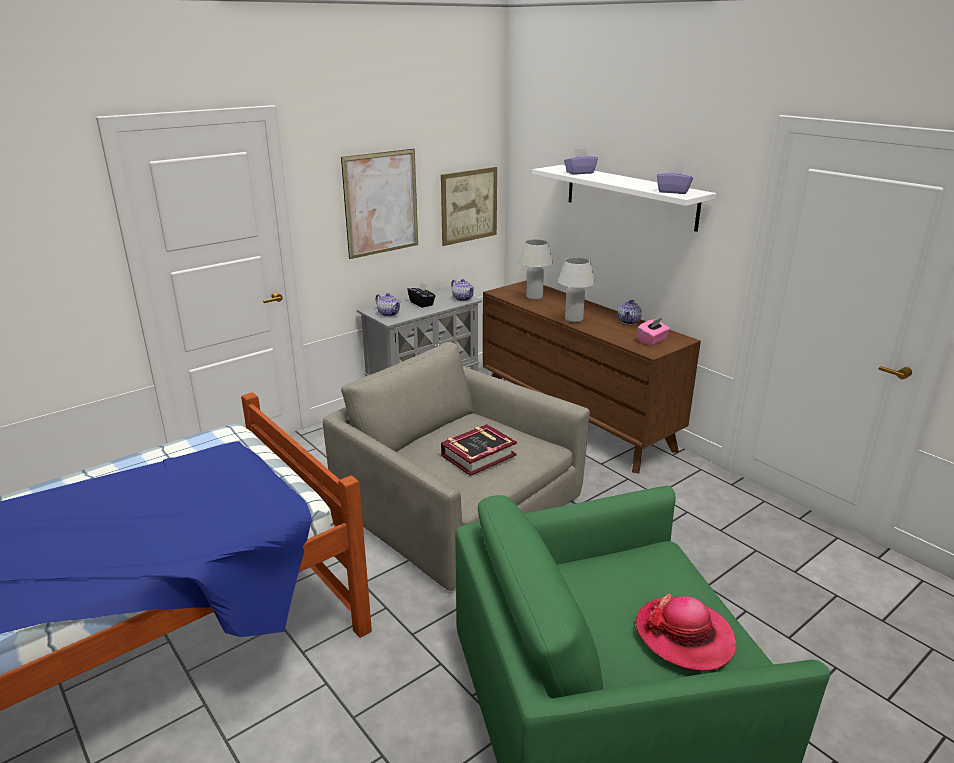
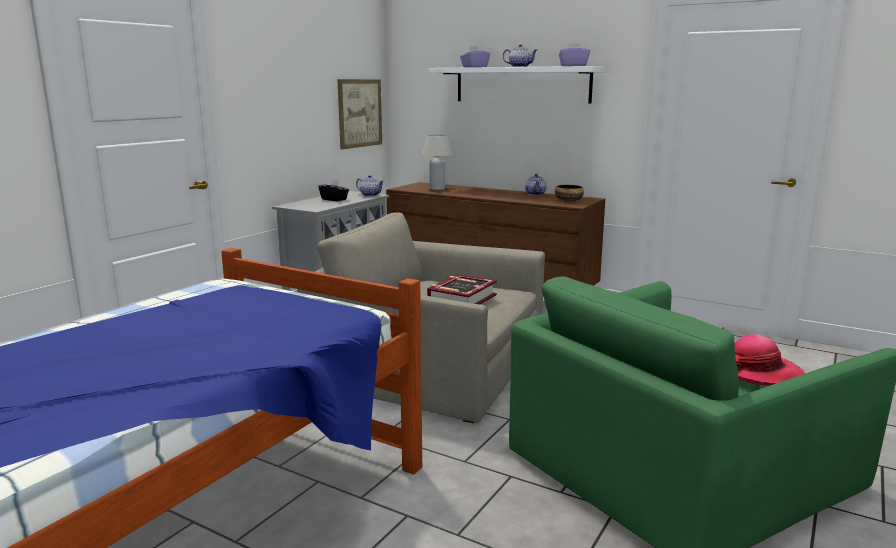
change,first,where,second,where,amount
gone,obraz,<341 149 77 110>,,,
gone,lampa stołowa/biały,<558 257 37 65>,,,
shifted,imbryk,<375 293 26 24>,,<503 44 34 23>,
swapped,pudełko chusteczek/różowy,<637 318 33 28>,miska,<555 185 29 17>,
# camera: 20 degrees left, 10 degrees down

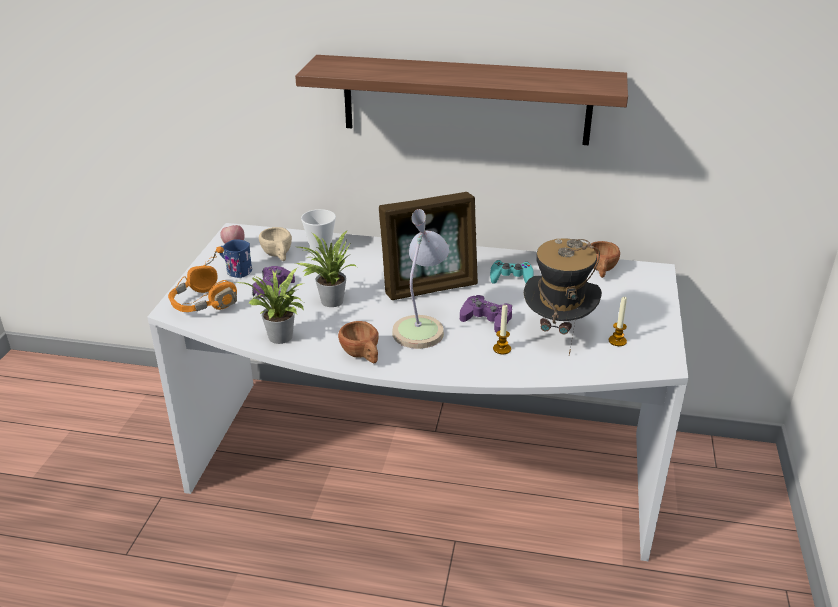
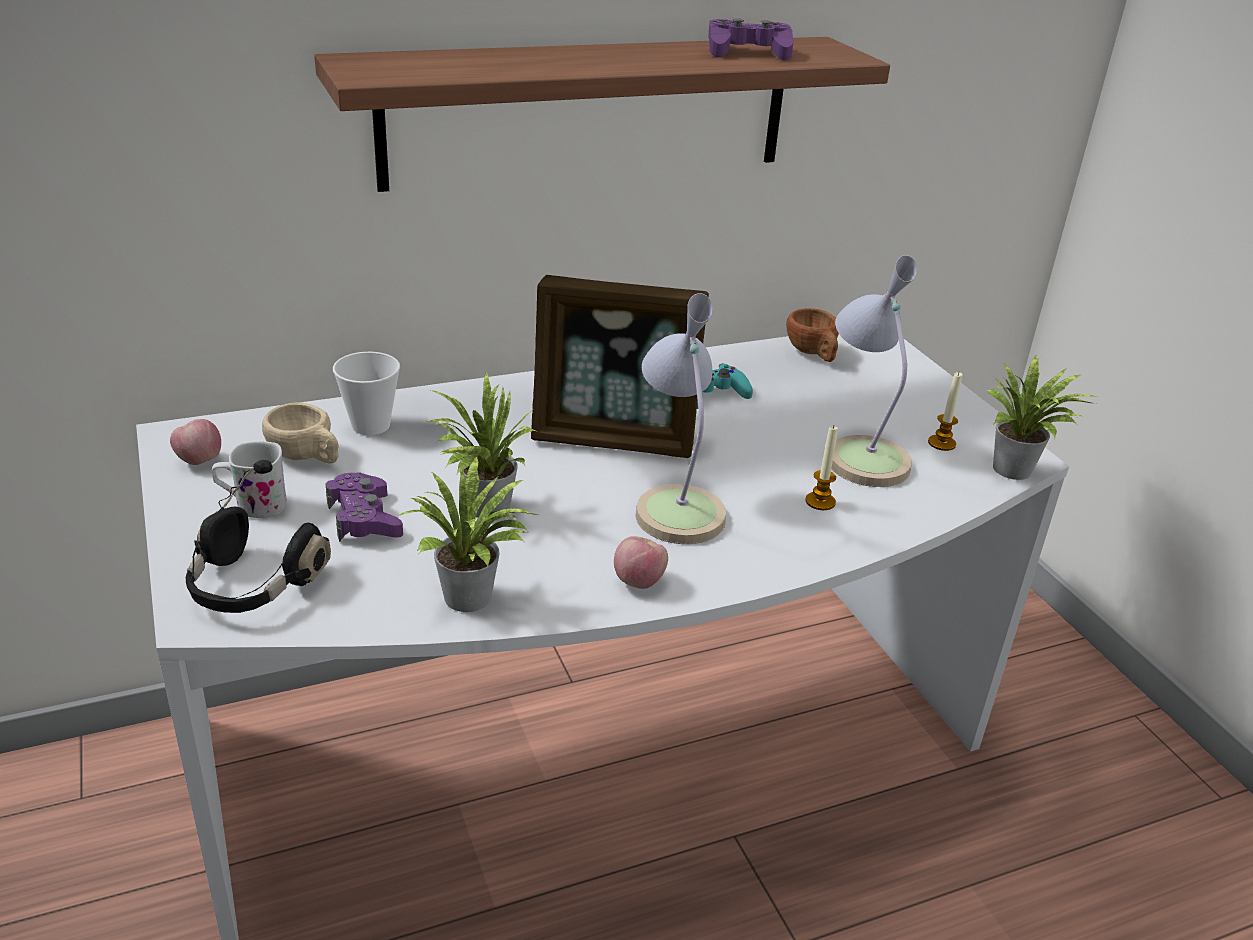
change,first,where,second,where,amount
new,,,roślina doniczkowa,<986 355 111 125>,
shifted,pad do gier/fioletowy,<460 295 52 38>,,<708 18 86 43>,
swapped,filiżanka/brązowy,<338 321 41 42>,jabłko,<614 536 54 53>,
swapped,kapelusz,<524 238 78 117>,lampa stołowa,<831 255 86 232>,
repainted,słuchawki/pomarańczowy,<168 246 69 66>,słuchawki/czarny,<186 460 145 153>,
repainted,kubek/niebieski,<219 239 33 39>,kubek/biały,<212 441 75 77>,
rotated,ramka na zdjęcie,<379 192 99 108>,,<531 275 178 183>,60 degrees clockwise
# camera: 35 degrees left, 0 degrees up

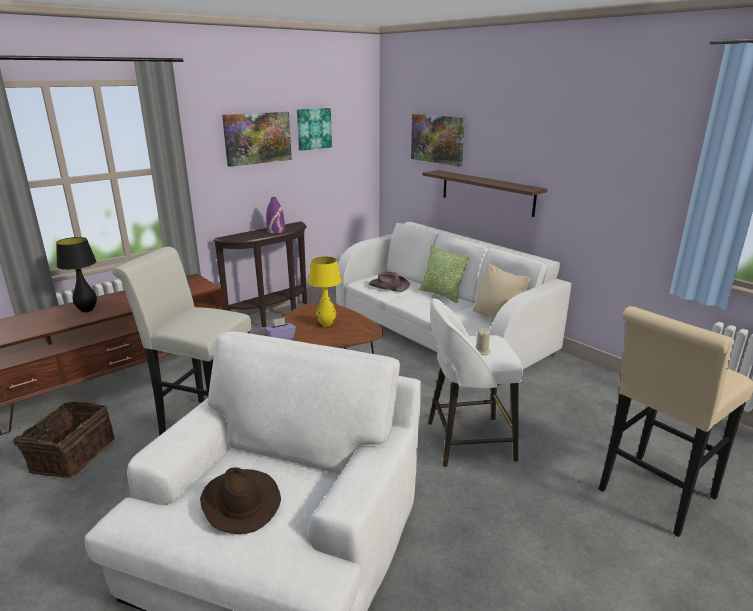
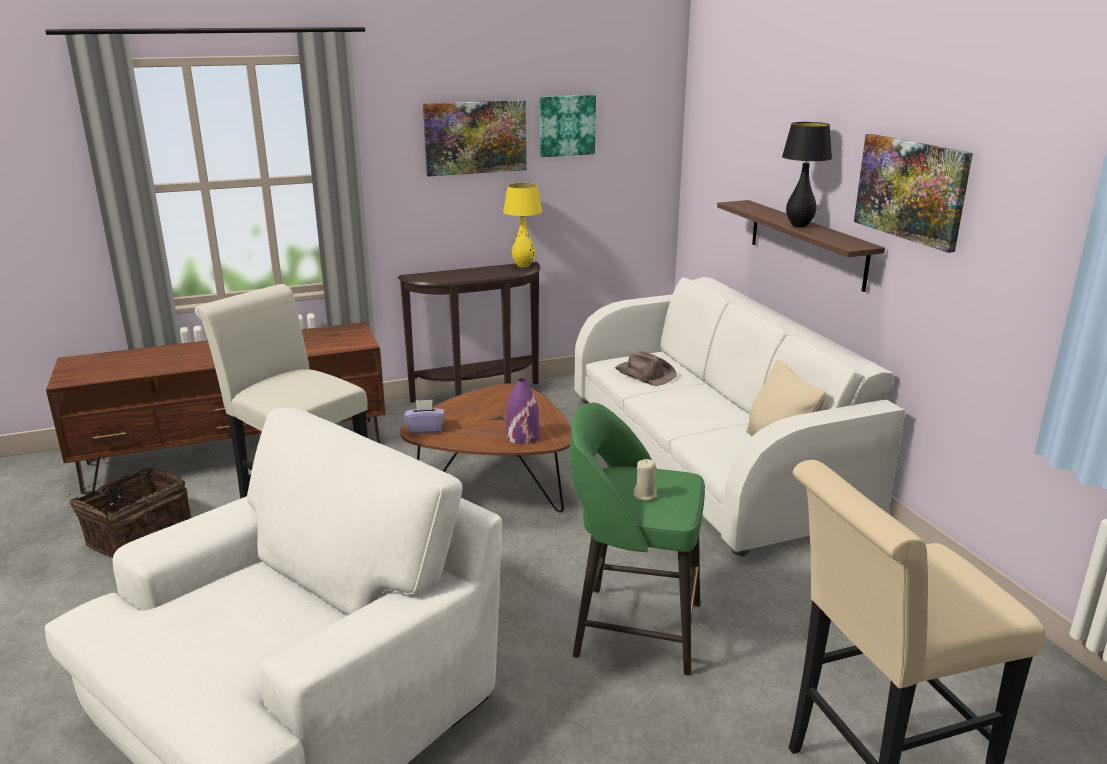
change,first,where,second,where,amount
gone,kapelusz/brązowy,<200 467 81 67>,,,
gone,poduszka,<419 245 51 58>,,,
shifted,lampa stołowa/czarny,<56 237 41 75>,,<782 122 50 106>,
shifted,wazon/fioletowy,<266 197 19 36>,,<506 378 33 66>,
shifted,lampa stołowa/żółty,<308 256 34 71>,,<503 183 39 85>,
shifted,obraz,<411 114 54 52>,,<854 134 119 119>,
repainted,stołek/biały,<428 298 95 169>,stołek/zielony,<570 403 135 273>,
# camera: 20 degrees right, 0 degrees up

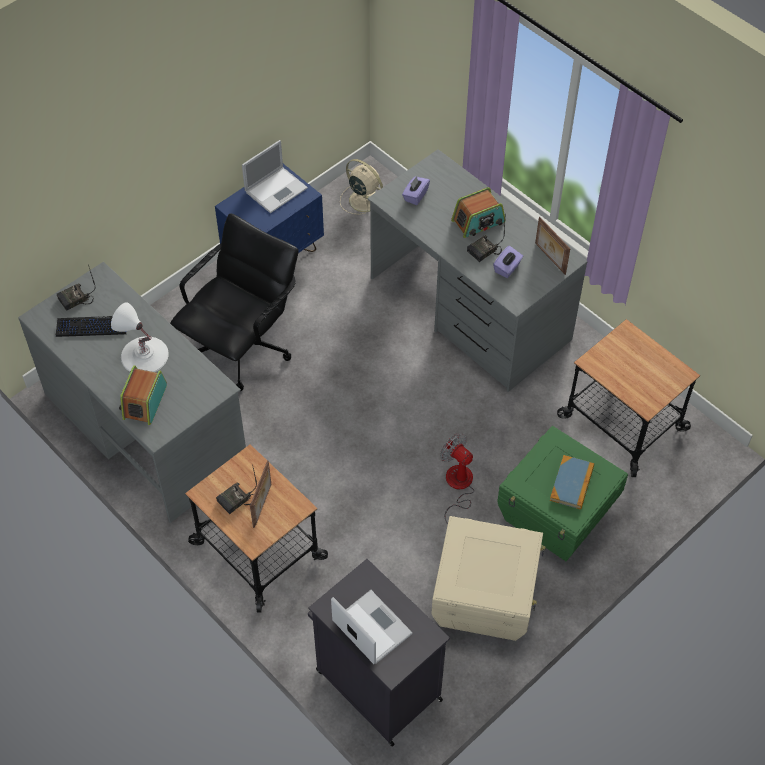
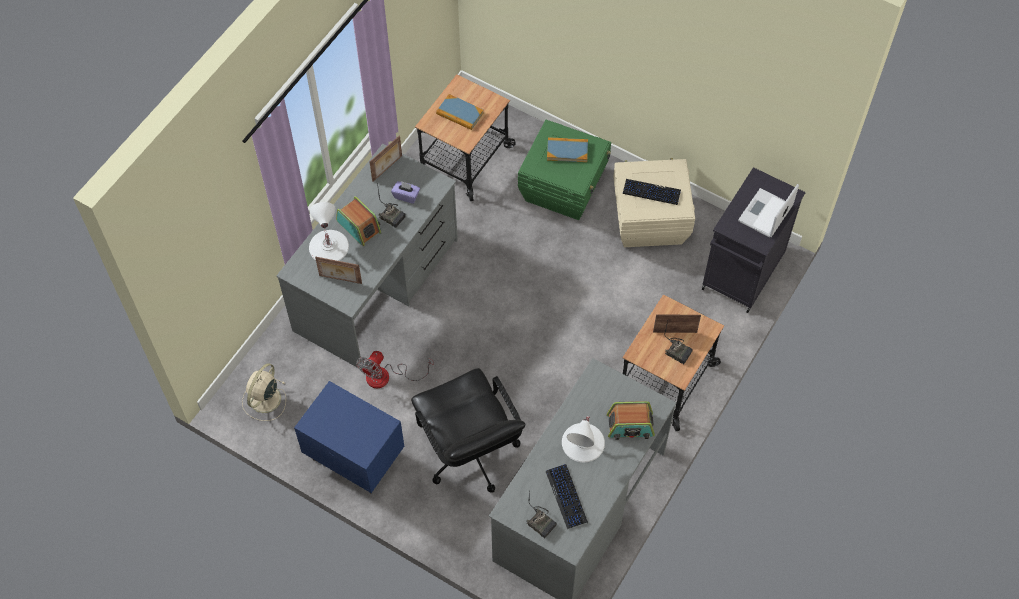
change,first,where,second,where,amount
gone,laptop,<242 140 66 73>,,,
new,,,lampa stołowa/biały,<309 202 40 59>,
new,,,książka,<436 94 48 36>,
new,,,klawiatura,<623 179 58 26>,
shifted,wentylator,<440 433 34 92>,,<356 351 77 38>,
swapped,pudełko chusteczek/fioletowy,<402 176 28 29>,ramka na zdjęcie,<315 257 47 27>,
rotated,krzesło biurowe/czarny,<170 213 129 178>,,<411 368 115 125>,135 degrees counterclockwise
# camera: 105 degrees left, 5 degrees up

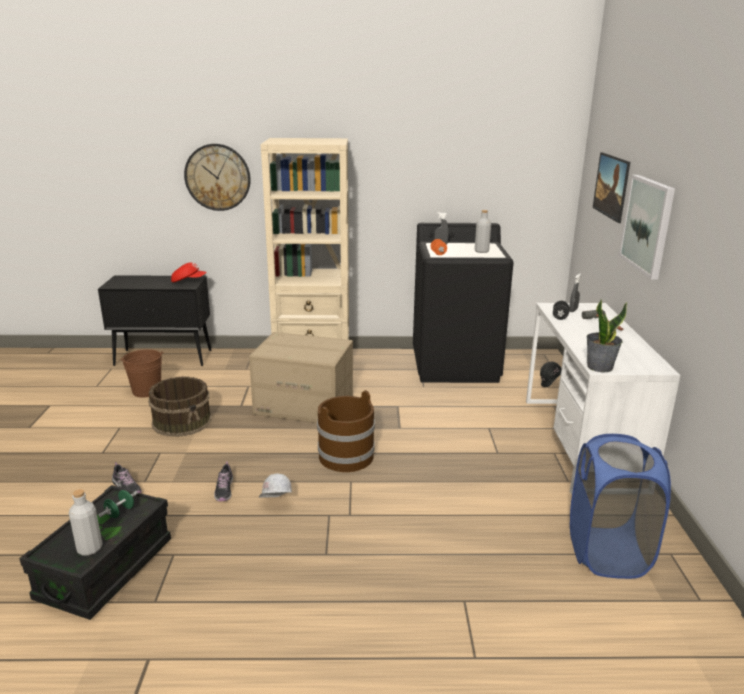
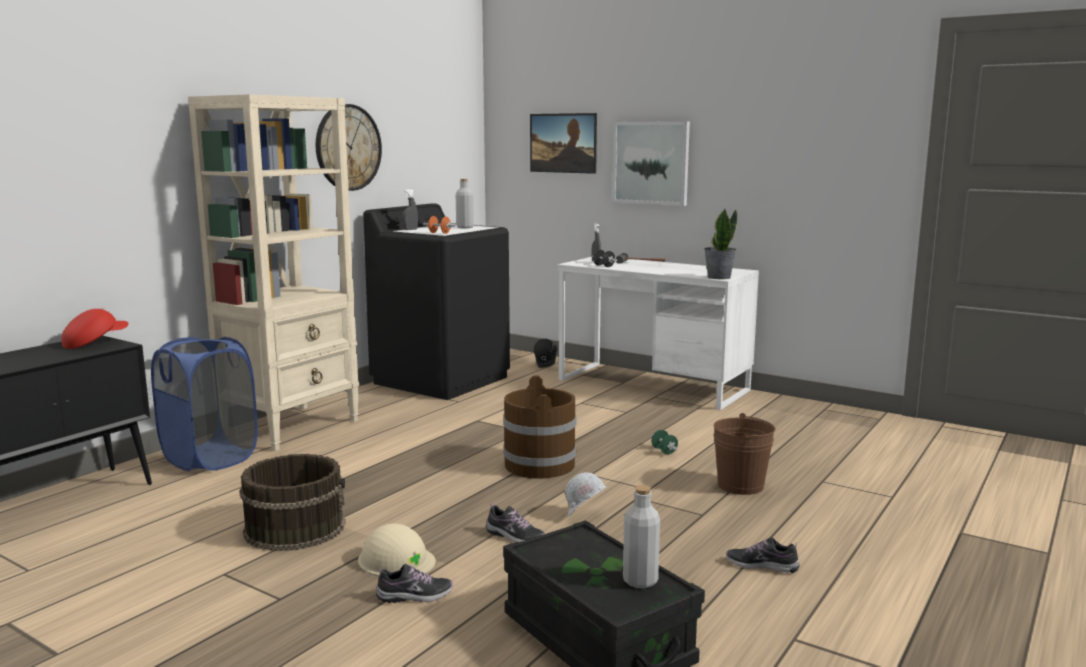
change,first,where,second,where,amount
gone,karton,<249 332 104 91>,,,
new,,,kask/beżowy,<358 524 78 52>,
new,,,but,<726 537 73 36>,
shifted,hantel/zielony,<98 490 40 28>,,<652 430 26 24>,
shifted,wiadro/brązowy,<120 349 44 49>,,<713 413 63 82>,
shifted,zegar ścienny,<184 144 67 67>,,<316 104 66 87>,
shifted,kosz na pranie/niebieski,<570 434 101 145>,,<151 337 107 134>,
# camera: 55 degrees left, 10 degrees down

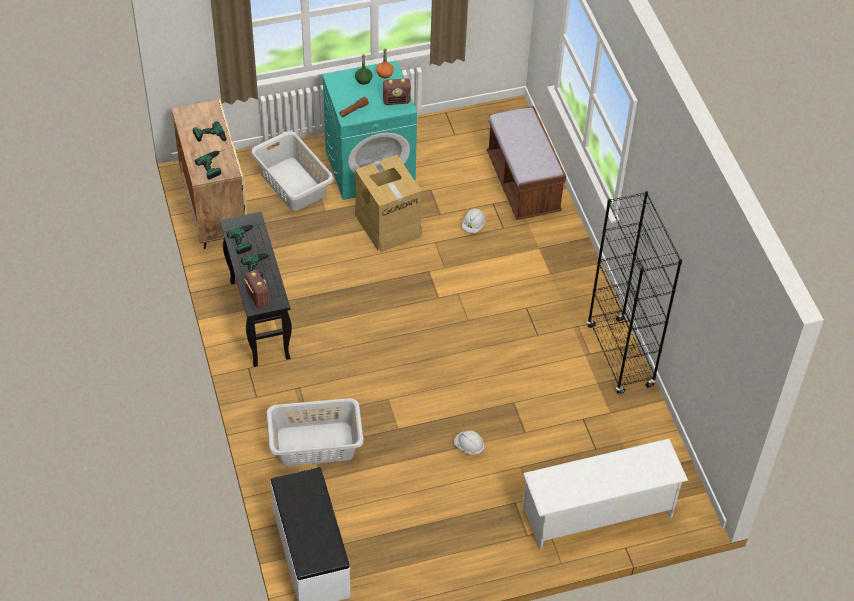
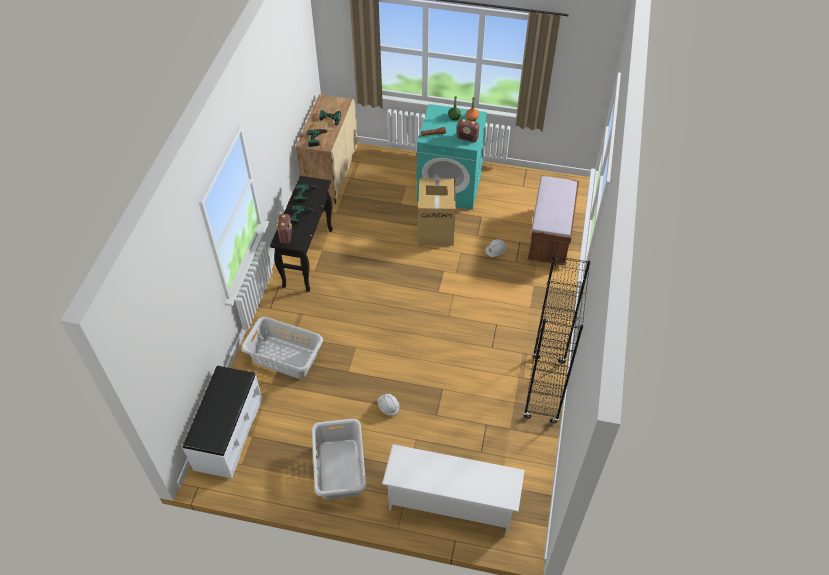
change,first,where,second,where,amount
shifted,kosz na pranie/szary,<251 131 83 80>,,<312 419 54 80>,
# camera: 30 degrees right, 0 degrees up

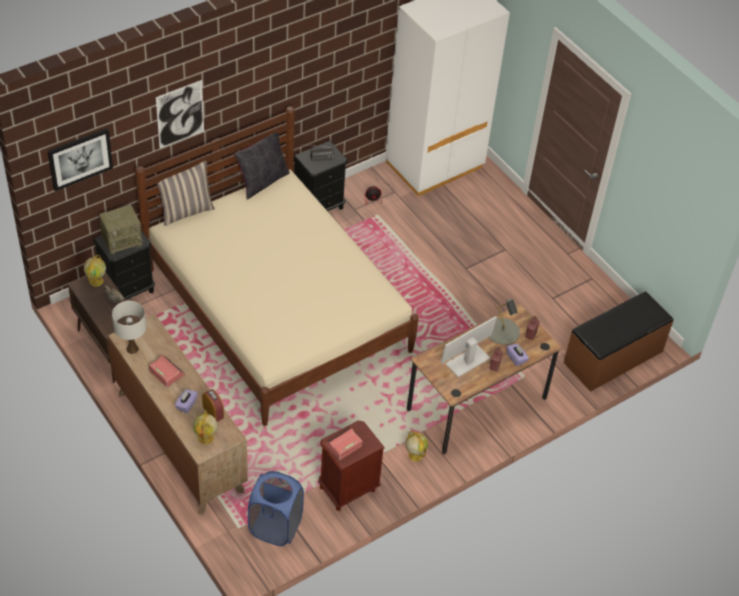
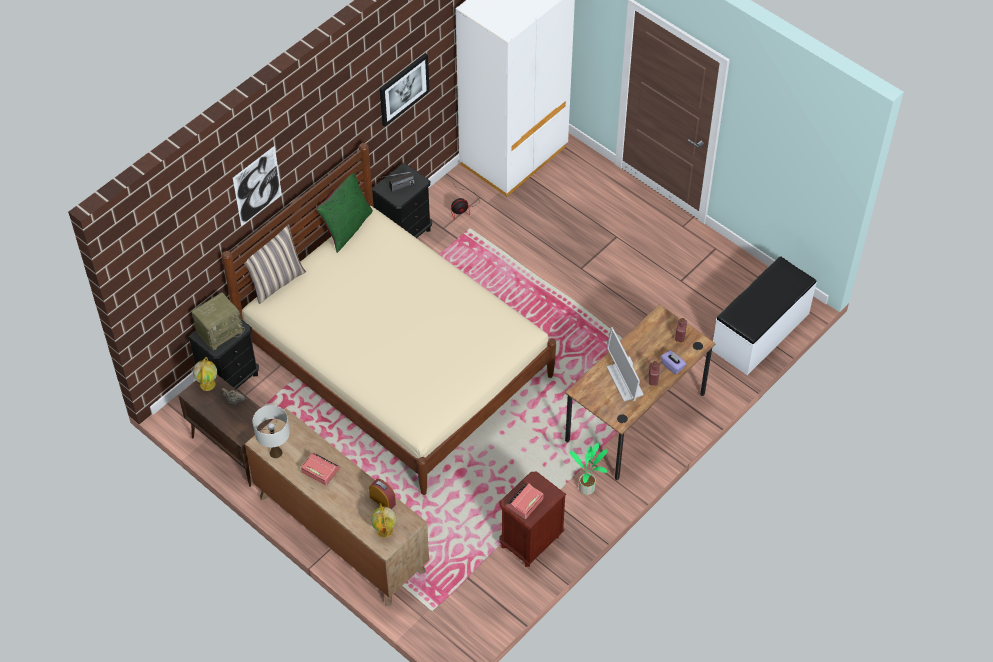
change,first,where,second,where,amount
gone,pudełko chusteczek/fioletowy,<175 389 23 24>,,,
gone,kosz na pranie/niebieski,<248 471 56 75>,,,
gone,lampa stołowa/szary,<489 299 31 46>,,,
shifted,obraz,<48 128 65 63>,,<380 53 50 74>,
swapped,globus,<406 431 22 30>,roślina doniczkowa,<570 443 38 52>,
repainted,poduszka/czarny,<234 133 56 67>,poduszka/zielony,<317 174 56 79>,
repainted,ławka/brązowy,<564 291 110 101>,ławka/biały,<712 256 105 119>,
rotated,monitor,<441 316 56 61>,,<607 327 37 74>,60 degrees counterclockwise
# camera: 10 degrees left, 5 degrees up

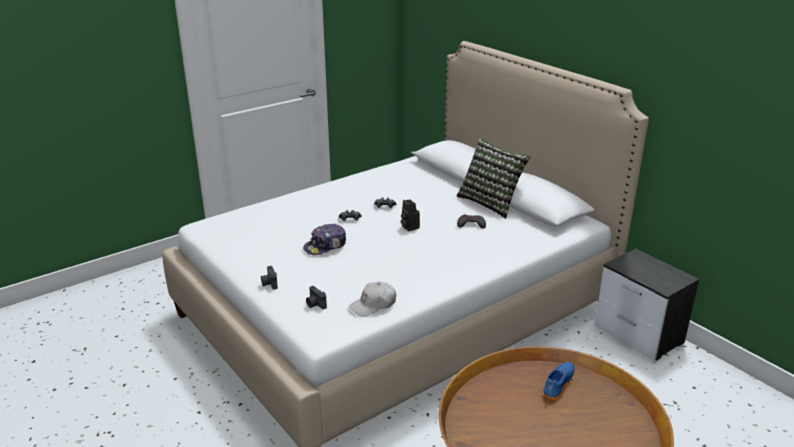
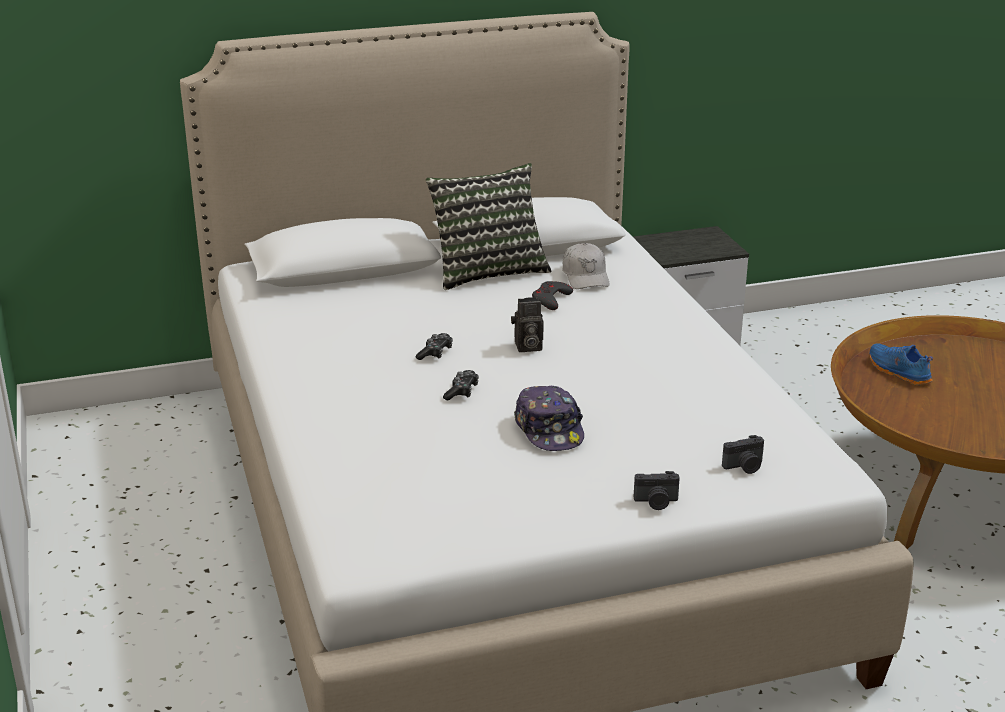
change,first,where,second,where,amount
shifted,czapka z daszkiem/biały,<349 281 47 36>,,<562 243 48 46>,
# camera: 70 degrees left, 0 degrees up

